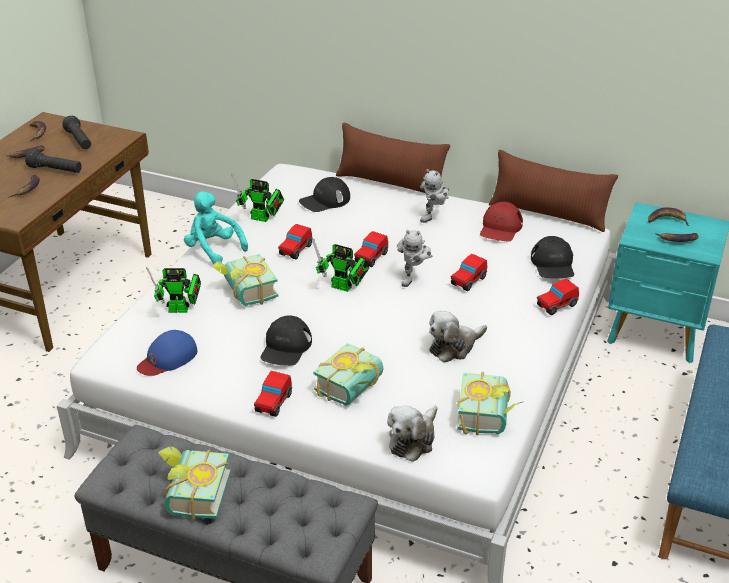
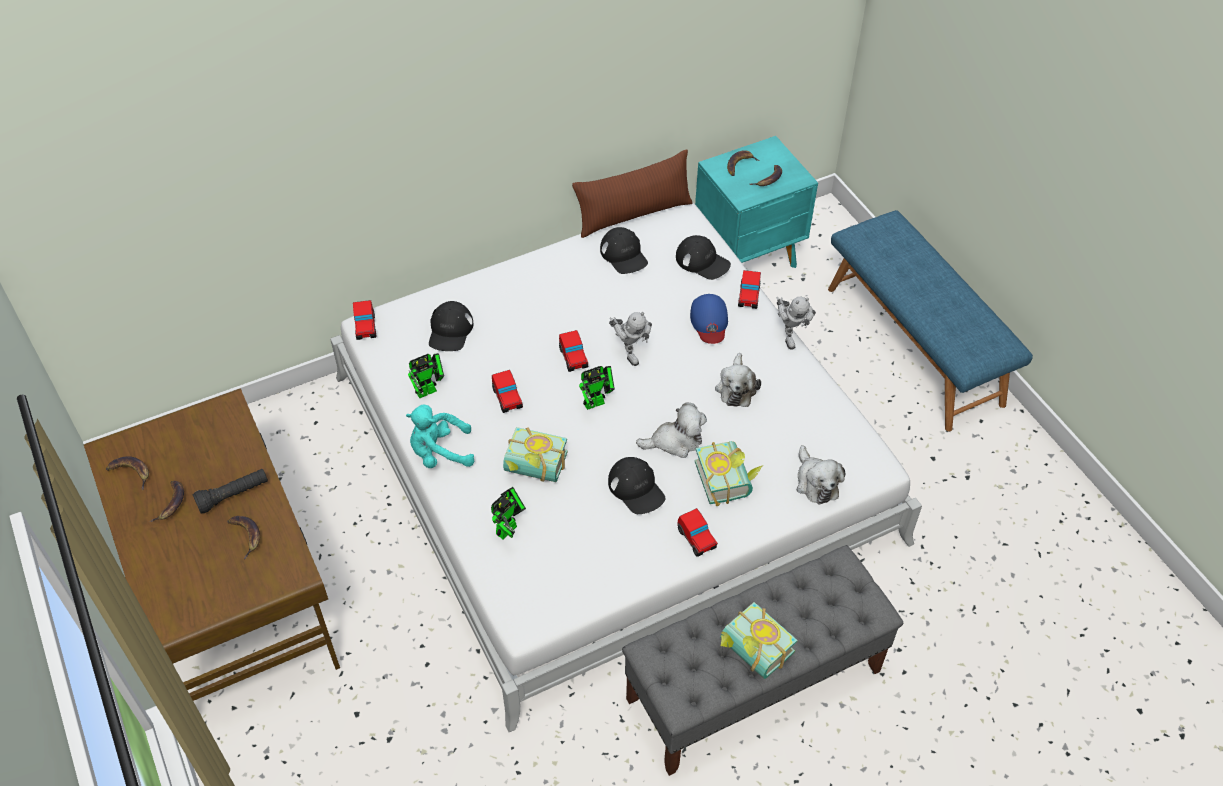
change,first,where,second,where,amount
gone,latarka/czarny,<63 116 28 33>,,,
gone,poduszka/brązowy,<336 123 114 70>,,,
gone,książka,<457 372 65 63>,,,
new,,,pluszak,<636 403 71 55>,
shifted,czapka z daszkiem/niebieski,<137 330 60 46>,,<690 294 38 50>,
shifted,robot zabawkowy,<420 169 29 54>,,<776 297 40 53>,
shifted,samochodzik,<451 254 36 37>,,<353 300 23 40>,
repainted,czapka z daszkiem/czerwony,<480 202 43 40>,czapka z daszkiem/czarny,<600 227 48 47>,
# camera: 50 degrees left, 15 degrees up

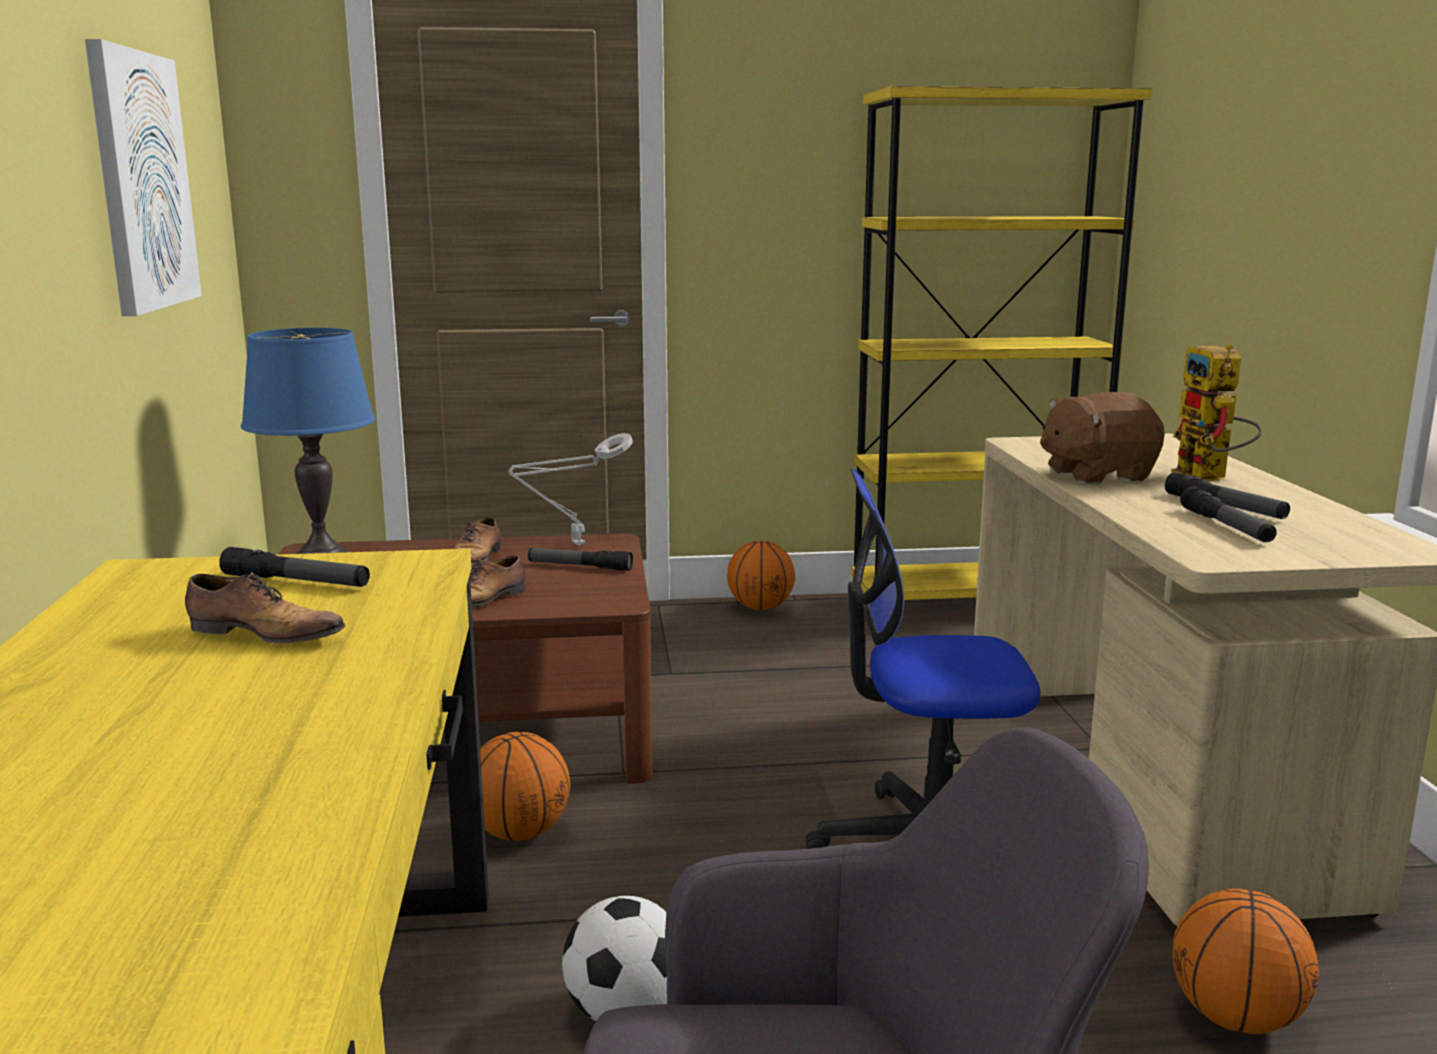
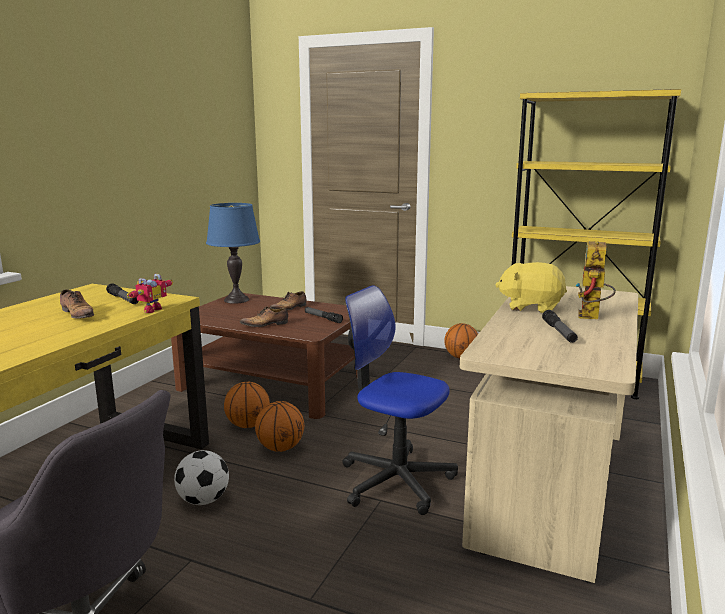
change,first,where,second,where,amount
gone,obraz,<85 39 117 277>,,,
gone,lampa stołowa/szary,<508 433 125 112>,,,
gone,latarka,<1180 486 97 56>,,,
new,,,robot zabawkowy,<127 274 46 39>,
shifted,piłka do koszykówki,<1173 889 146 145>,,<255 401 49 51>,
repainted,pluszak/brązowy,<1040 392 125 92>,pluszak/żółty,<496 262 71 51>,
# camera: 30 degrees right, 0 degrees up

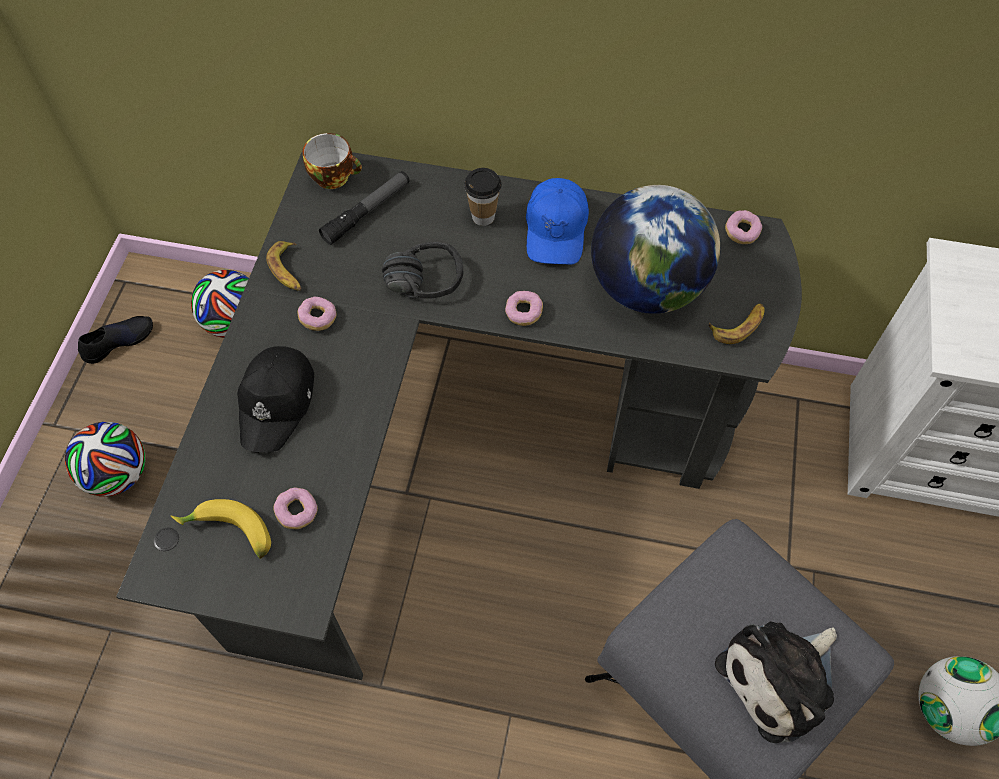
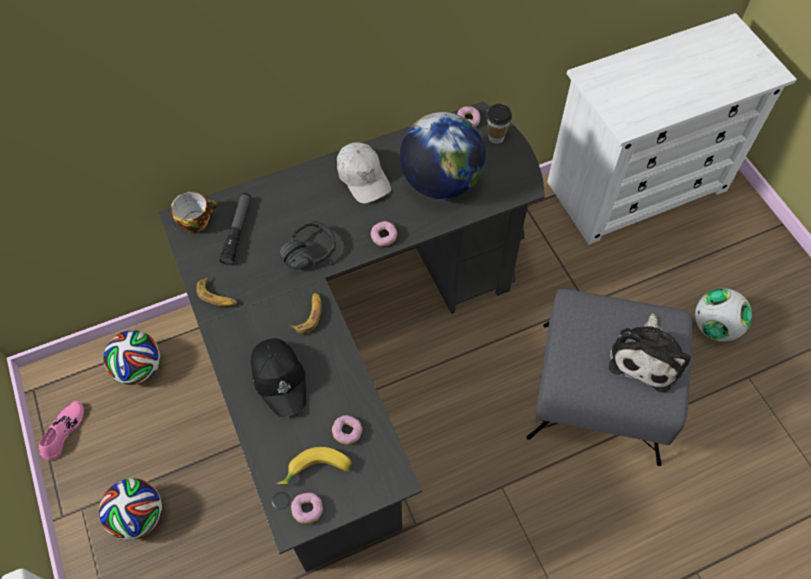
change,first,where,second,where,amount
shifted,donut,<297 297 39 34>,,<291 493 32 31>,
shifted,filiżanka,<464 168 38 58>,,<486 104 26 40>,
shifted,banan,<709 303 56 41>,,<290 293 32 41>,
repainted,but/czarny,<78 316 75 48>,but/różowy,<39 401 45 59>,
repainted,czapka z daszkiem/niebieski,<526 178 63 87>,czapka z daszkiem/biały,<337 142 54 62>,
# camera: 35 degrees left, 0 degrees up

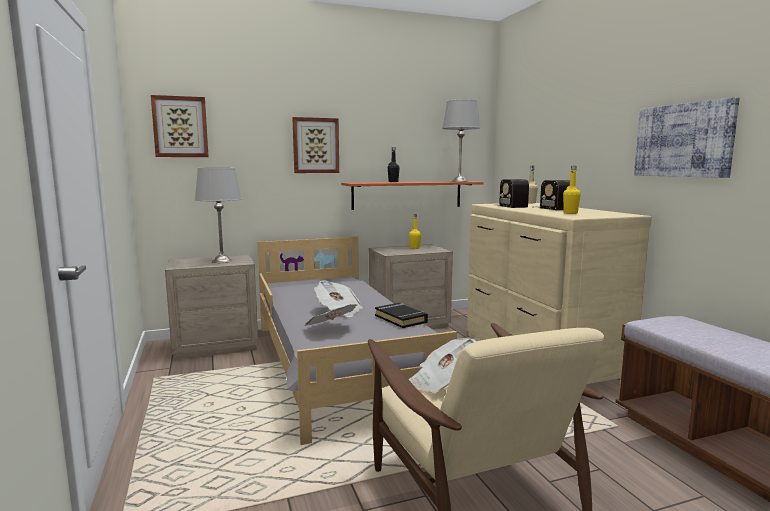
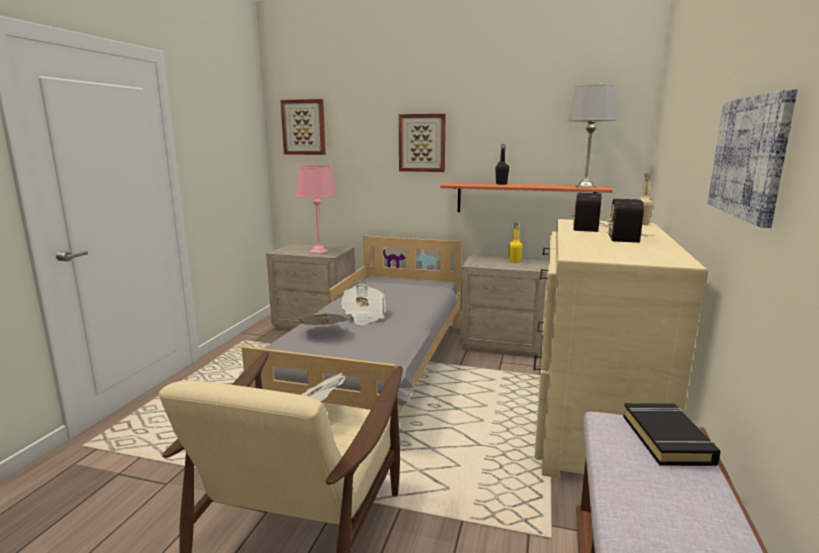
change,first,where,second,where,amount
gone,butelka/żółty,<563 166 18 48>,,,
shifted,książka/czarny,<375 303 53 25>,,<623 403 98 63>,
repainted,lampa stołowa/szary,<195 168 47 95>,lampa stołowa/różowy,<296 165 41 88>,
# camera: 35 degrees right, 5 degrees up

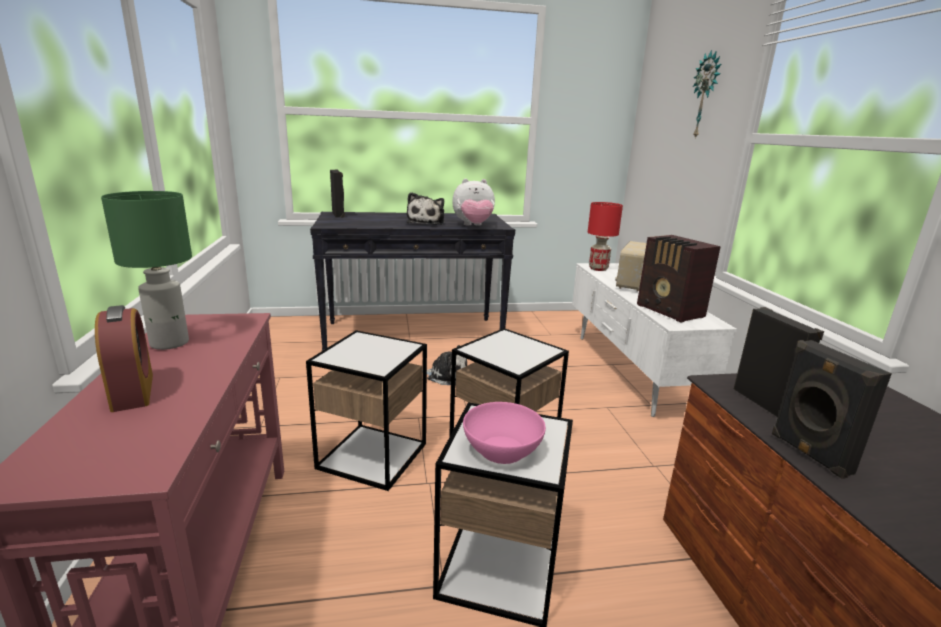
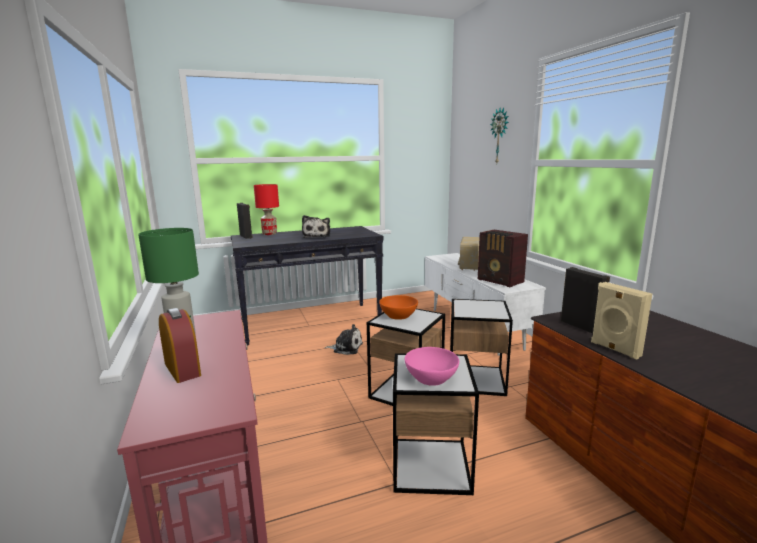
change,first,where,second,where,amount
gone,pluszak,<452 179 43 47>,,,
new,,,miska/pomarańczowy,<379 295 39 25>,
shifted,stolik,<306 330 121 161>,,<450 299 63 97>,
shifted,lampa stołowa/czerwony,<588 202 35 69>,,<254 184 25 51>,
repainted,głośnik/czarny,<772 340 120 139>,głośnik/beżowy,<591 282 61 78>,
# camera: 10 degrees left, 5 degrees down

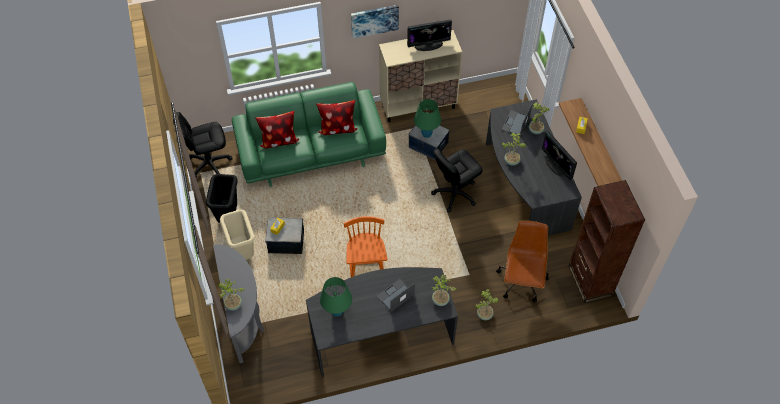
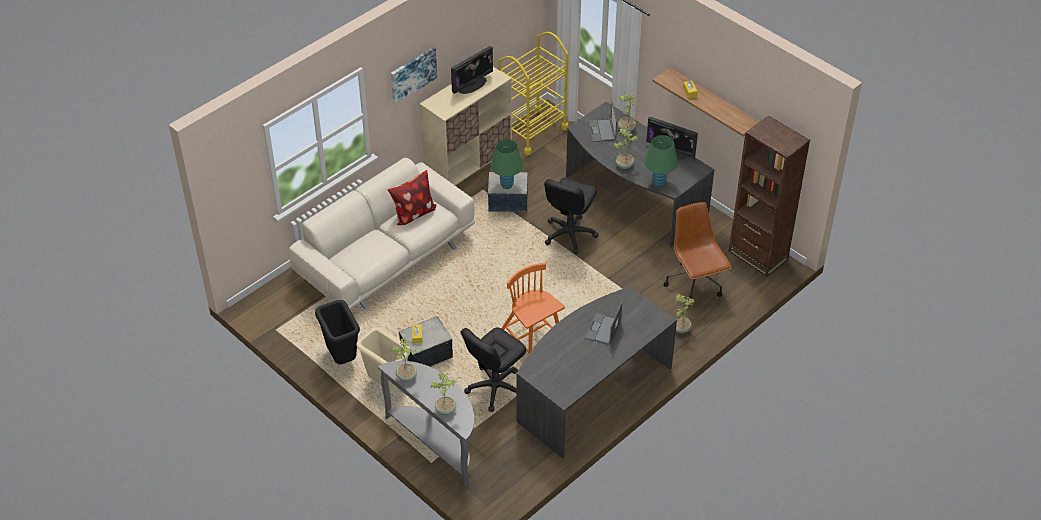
change,first,where,second,where,amount
gone,poduszka,<255 111 44 38>,,,
new,,,wózek/żółty,<498 32 71 123>,
shifted,krzesło biurowe/czarny,<173 112 60 66>,,<461 327 65 85>,
shifted,lampa stołowa/zielony,<320 277 32 40>,,<644 135 34 52>,
shifted,roślina doniczkowa,<432 275 25 31>,,<391 338 32 44>,
repainted,kanapa/zielony,<232 82 154 105>,kanapa/beżowy,<289 158 186 153>,
# camera: 30 degrees left, 10 degrees down

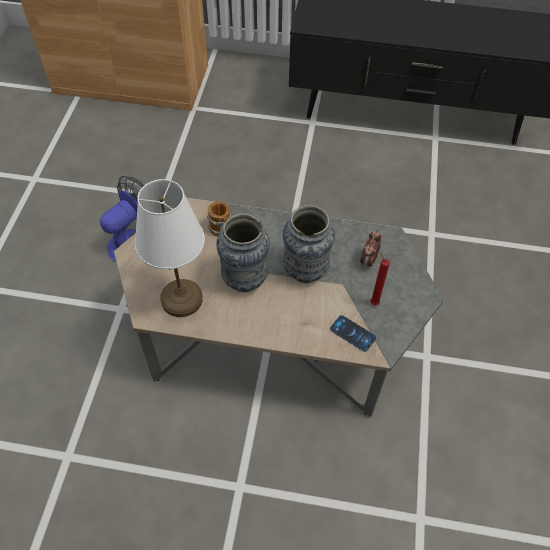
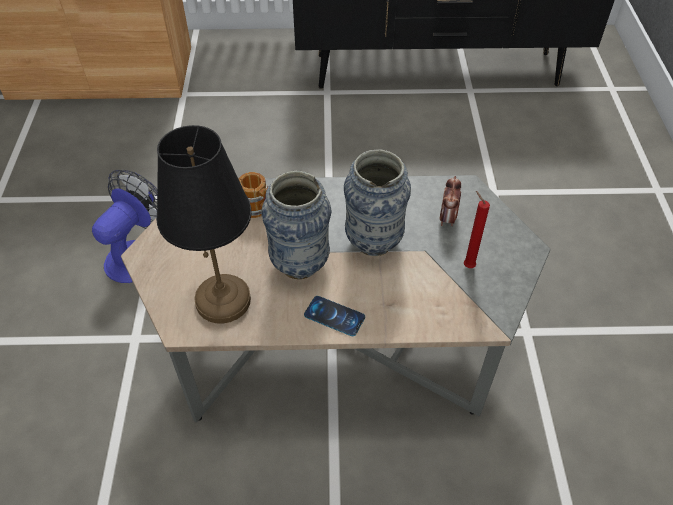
change,first,where,second,where,amount
shifted,telefon,<330 315 46 37>,,<304 296 61 40>,
repainted,lampa stołowa/biały,<135 179 70 138>,lampa stołowa/czarny,<156 125 95 199>,
# camera: 10 degrees left, 5 degrees down

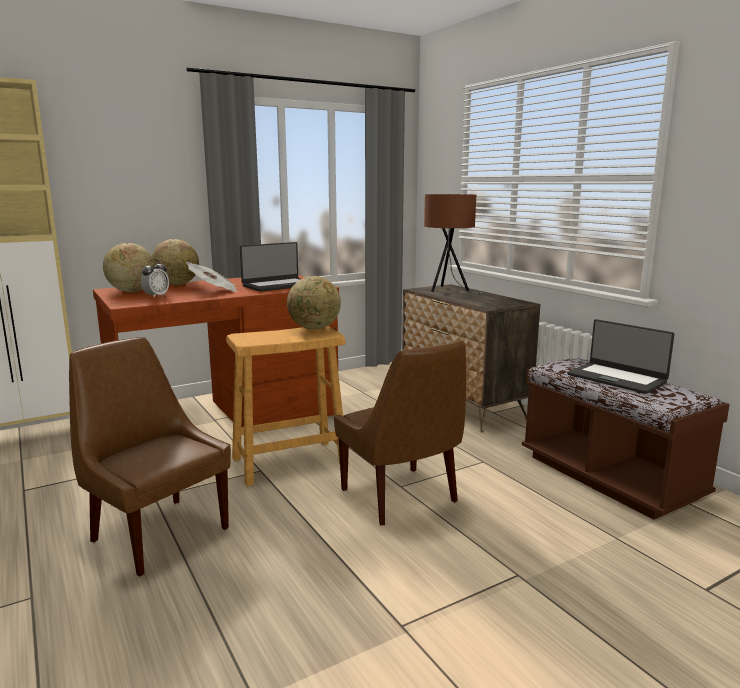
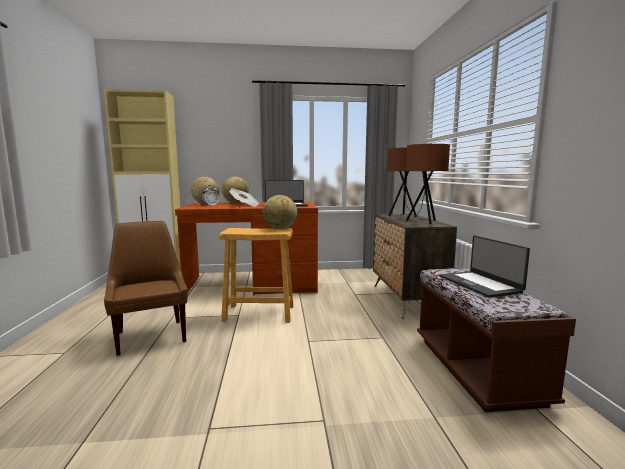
change,first,where,second,where,amount
gone,krzesło/brązowy,<334 341 132 185>,,,
new,,,lampa stołowa/brązowy,<396 144 54 80>,
# camera: 25 degrees right, 5 degrees down

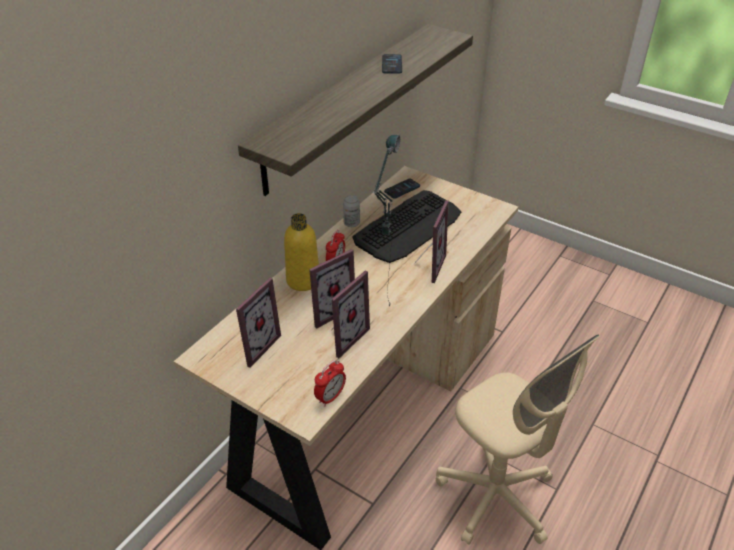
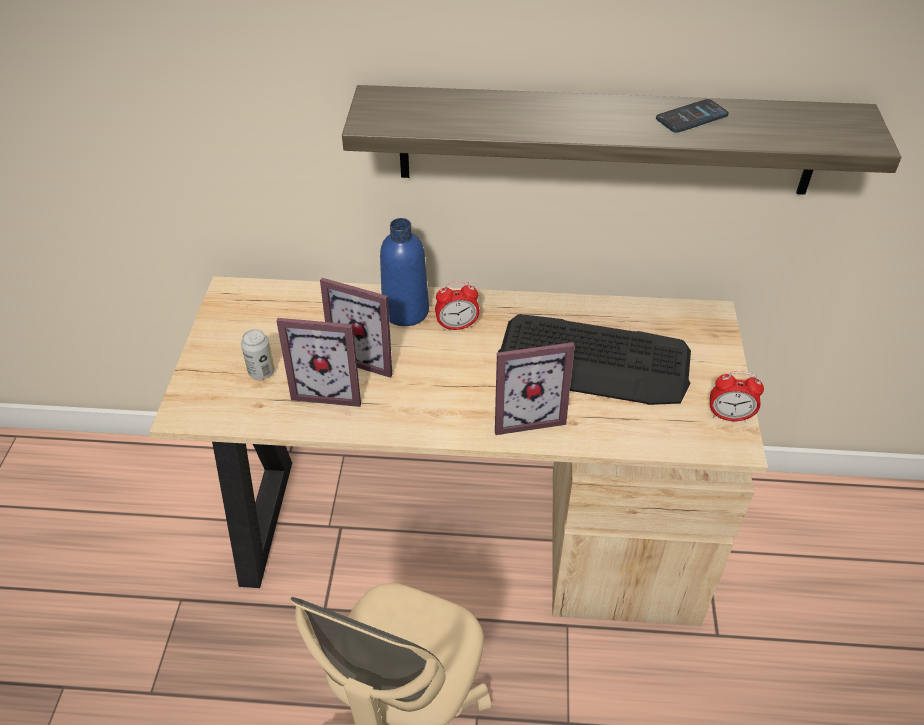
change,first,where,second,where,amount
gone,ramka na zdjęcie,<236 278 45 90>,,,
gone,lampa stołowa,<373 135 27 171>,,,
gone,telefon,<384 179 36 20>,,,
shifted,budzik,<314 360 32 47>,,<710 371 54 51>,
shifted,puszka,<343 195 17 32>,,<241 329 34 51>,
repainted,butelka/żółty,<284 213 35 78>,butelka/niebieski,<380 218 49 108>,
# camera: 60 degrees right, 5 degrees up

